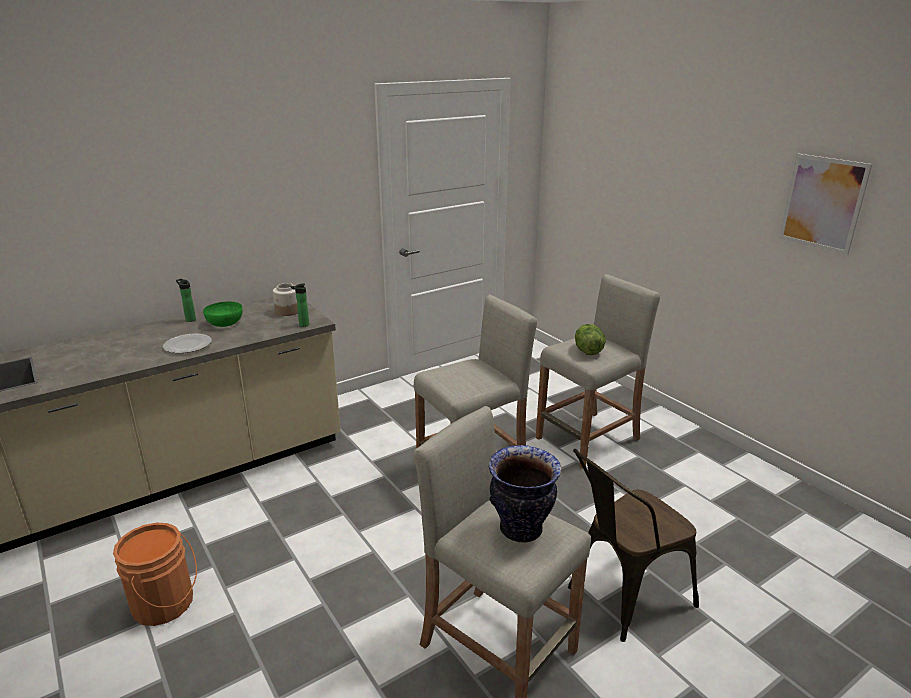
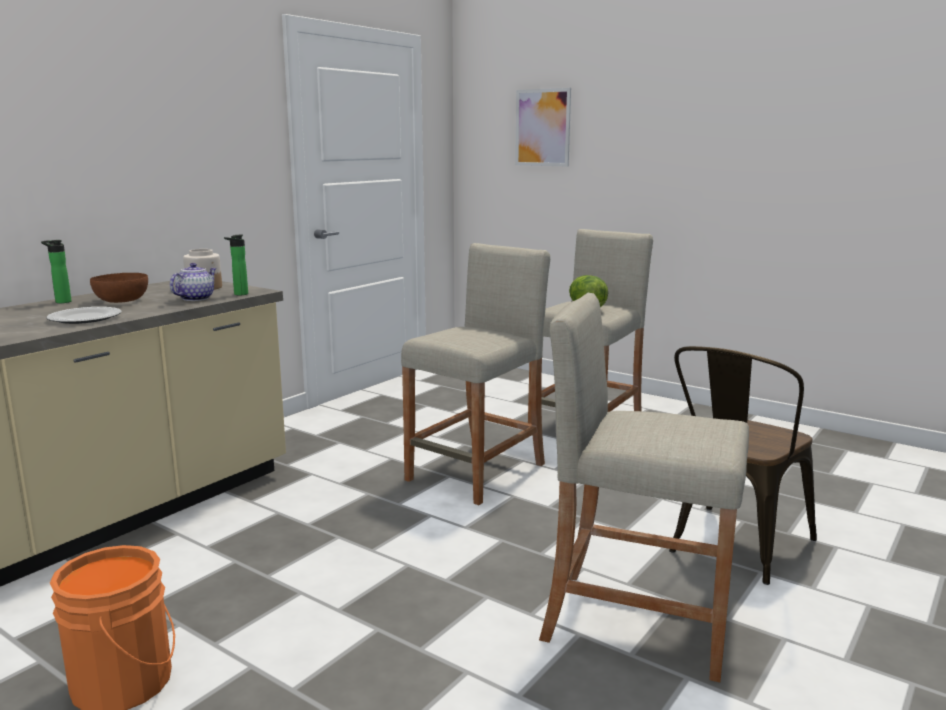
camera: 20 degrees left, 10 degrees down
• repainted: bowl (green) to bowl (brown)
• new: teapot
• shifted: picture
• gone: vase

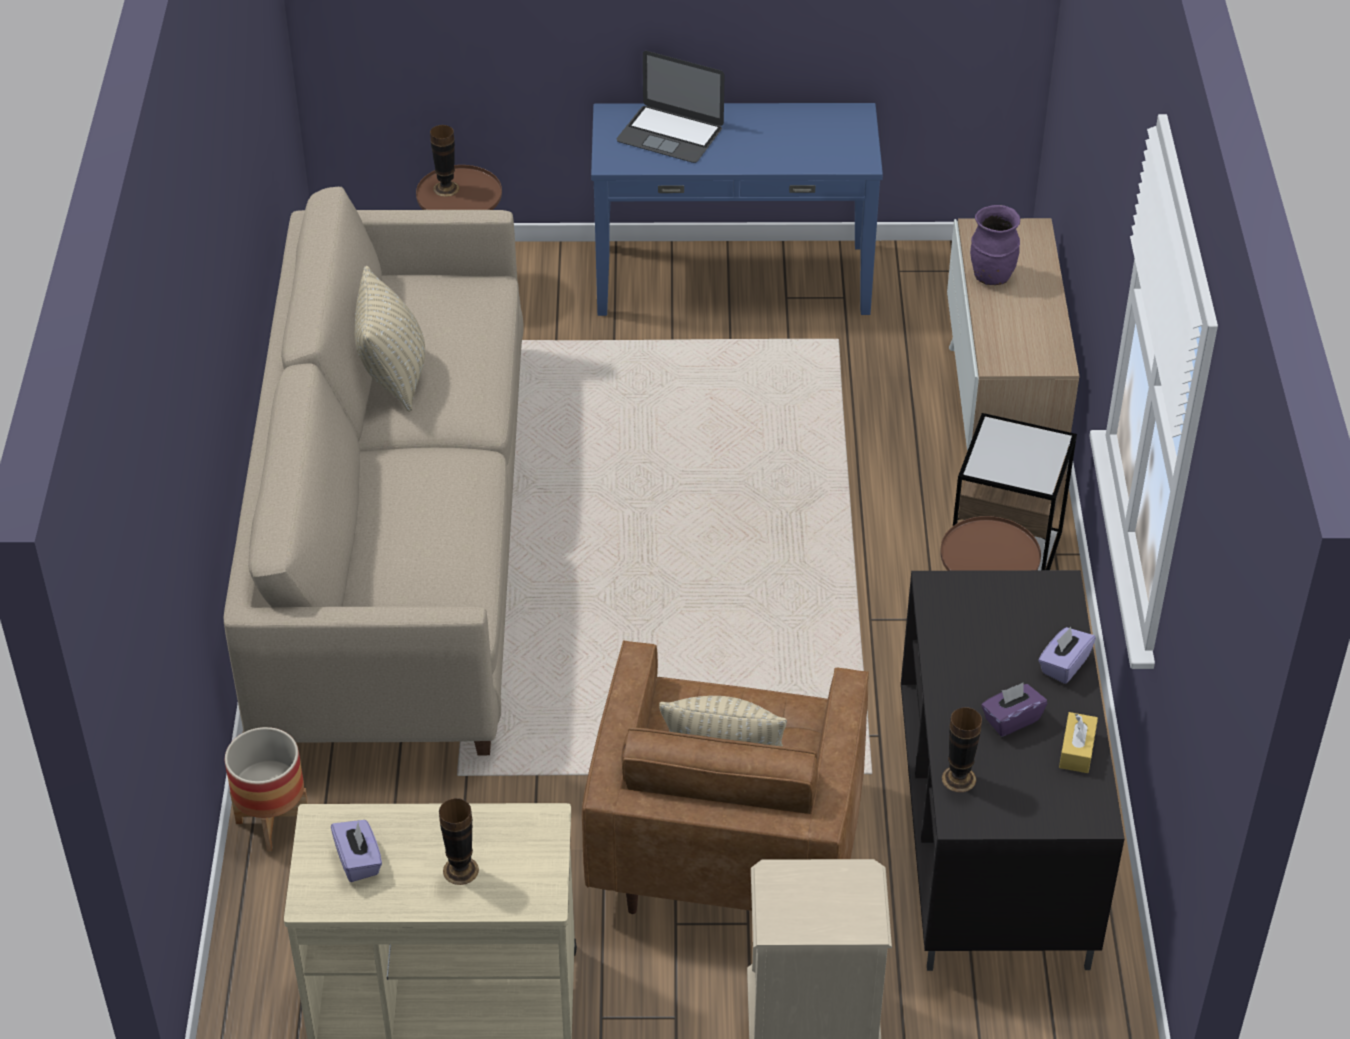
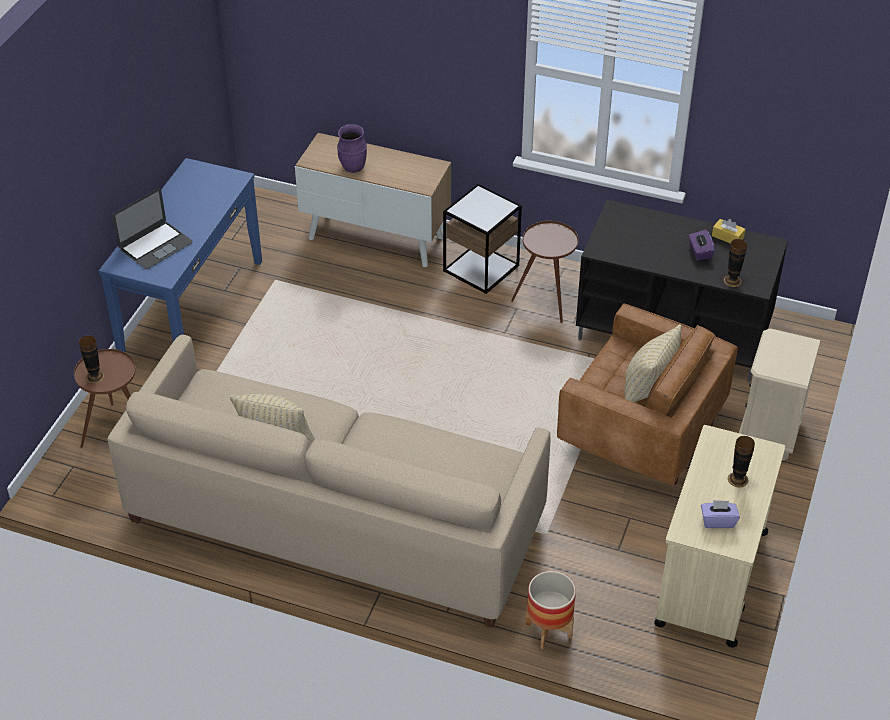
camera: 70 degrees left, 0 degrees up
• gone: tissue box (purple) (no. 3 from left)

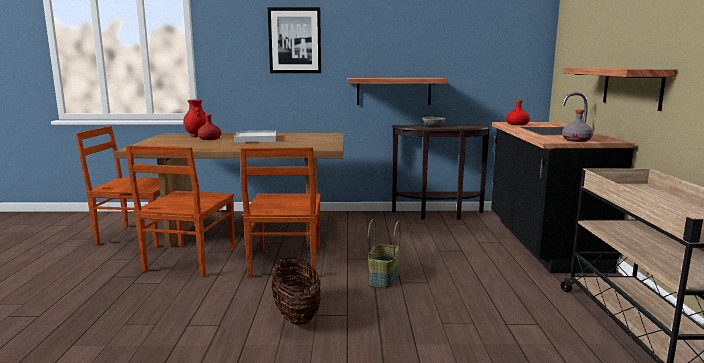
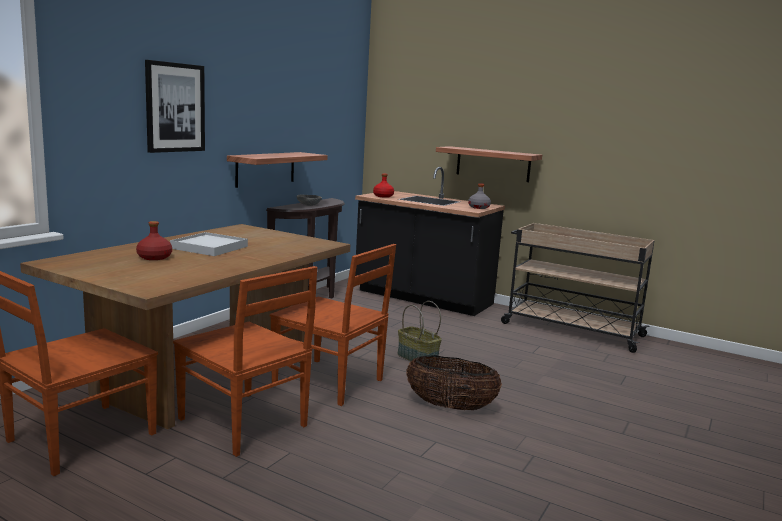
camera: 60 degrees left, 0 degrees up
• gone: vase (red)

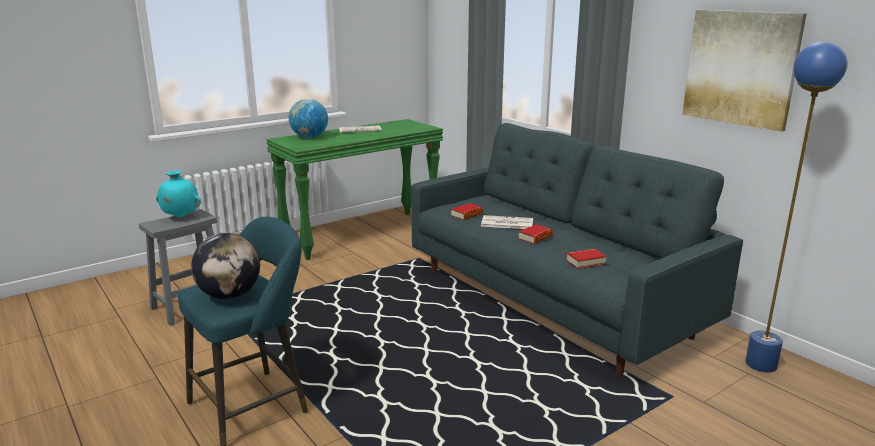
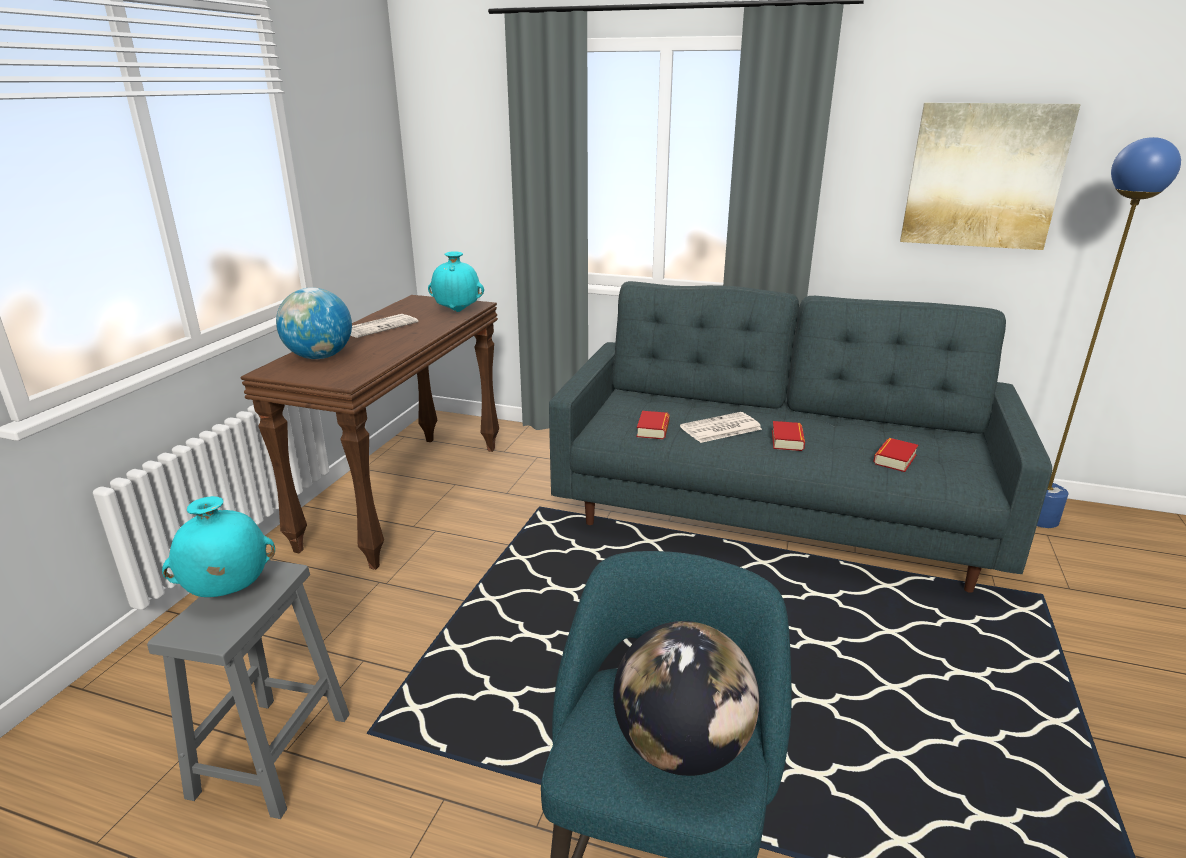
camera: 35 degrees left, 5 degrees up
• repainted: console table (green) to console table (brown)
• new: vase (turquoise) (no. 2 from left)

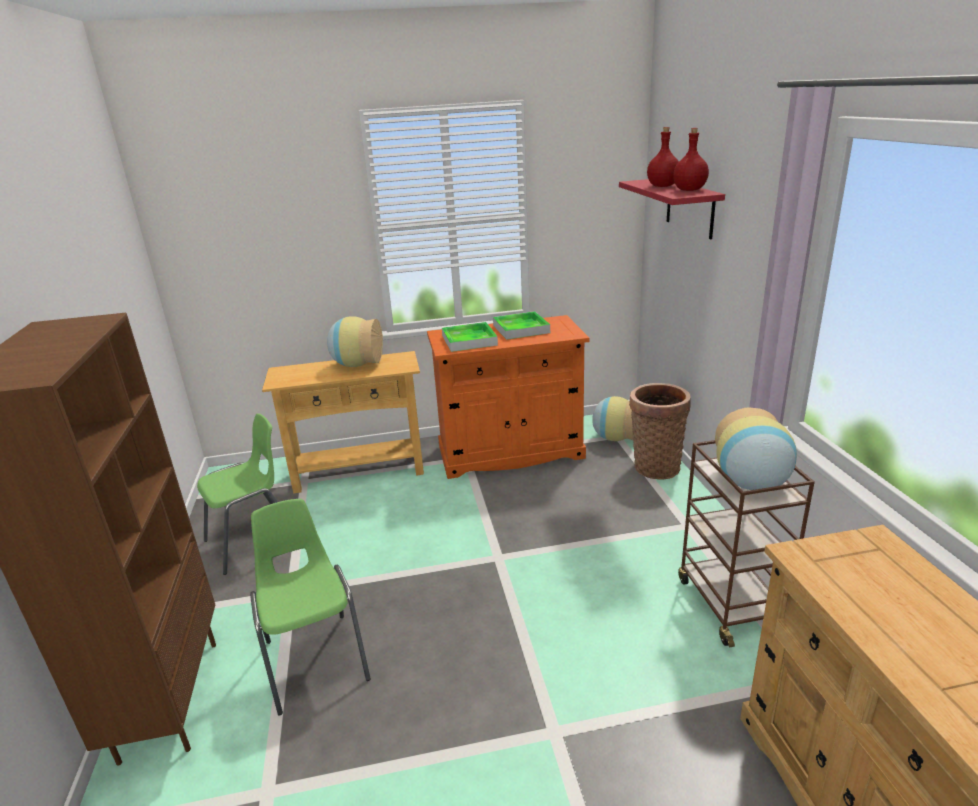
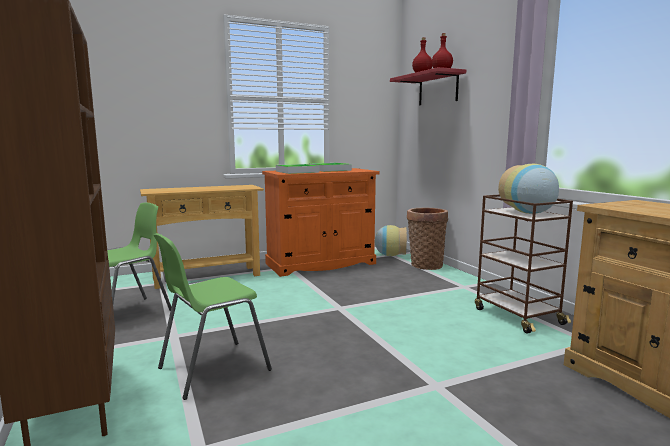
camera: 15 degrees left, 15 degrees down
• rotated: chair (green) (no. 2 from left) 90 degrees counterclockwise
• gone: vase (no. 1 from left)

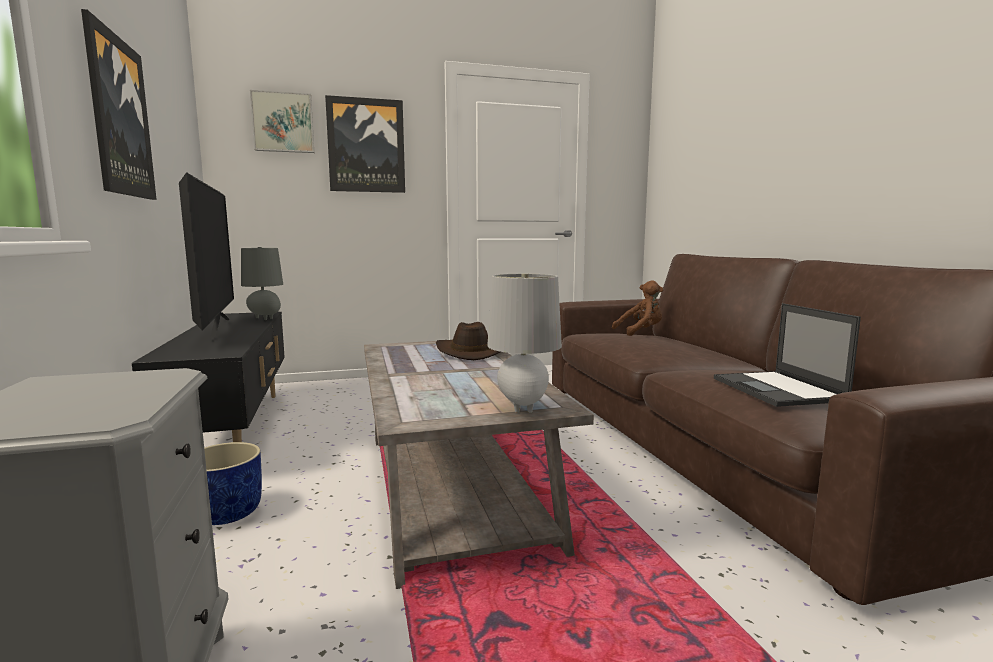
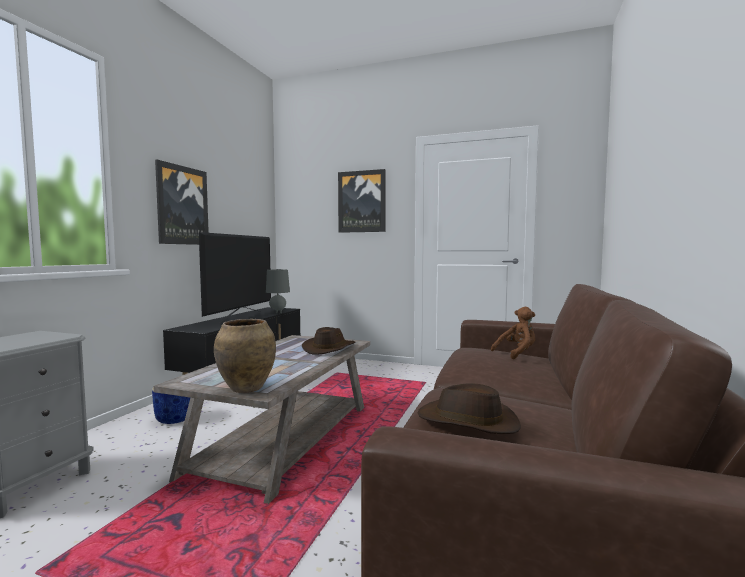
camera: 35 degrees right, 5 degrees down
• swapped: table lamp (grey) (no. 2 from left) to vase (brown)
• swapped: laptop to hat (brown) (no. 2 from left)
• rotated: plush toy (brown) 45 degrees counterclockwise
• gone: picture (no. 2 from left)

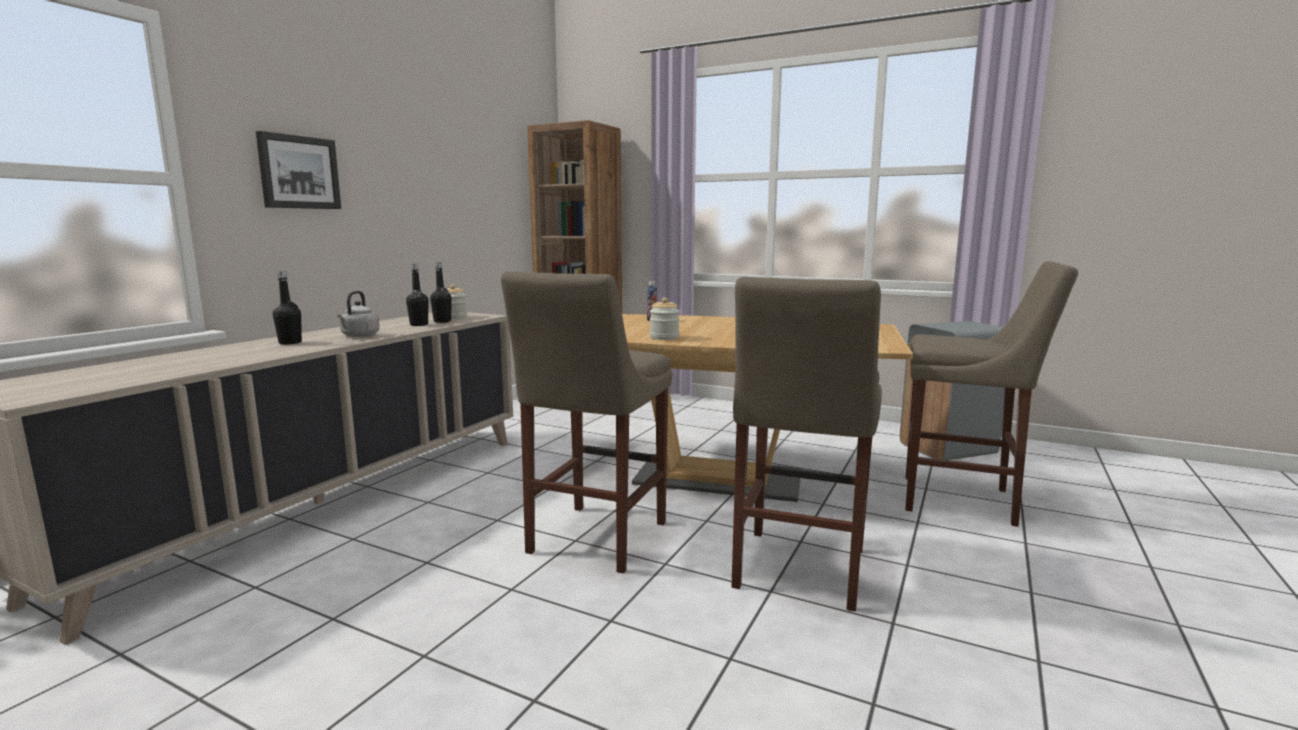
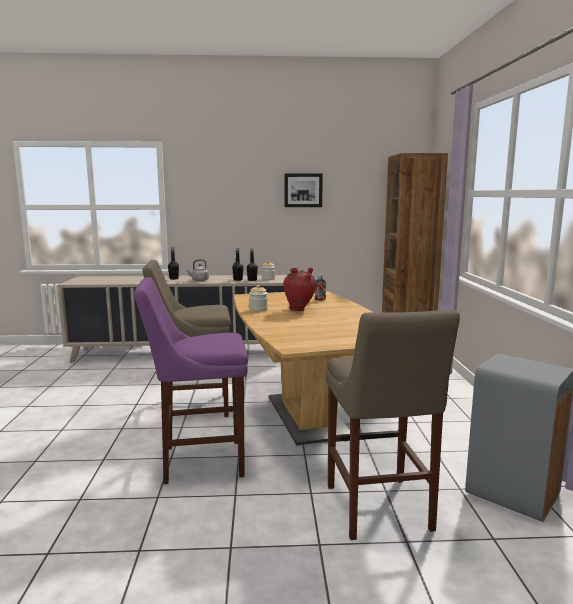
camera: 60 degrees right, 0 degrees up
• repainted: stool (beige) (no. 2 from left) to stool (purple)
• new: vase (red)
• shifted: picture

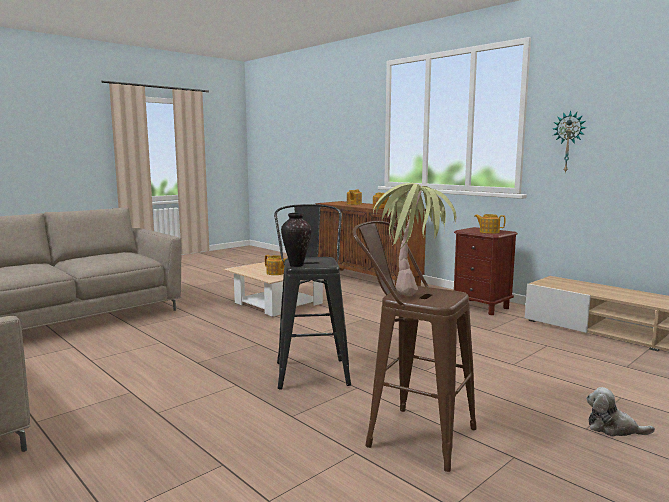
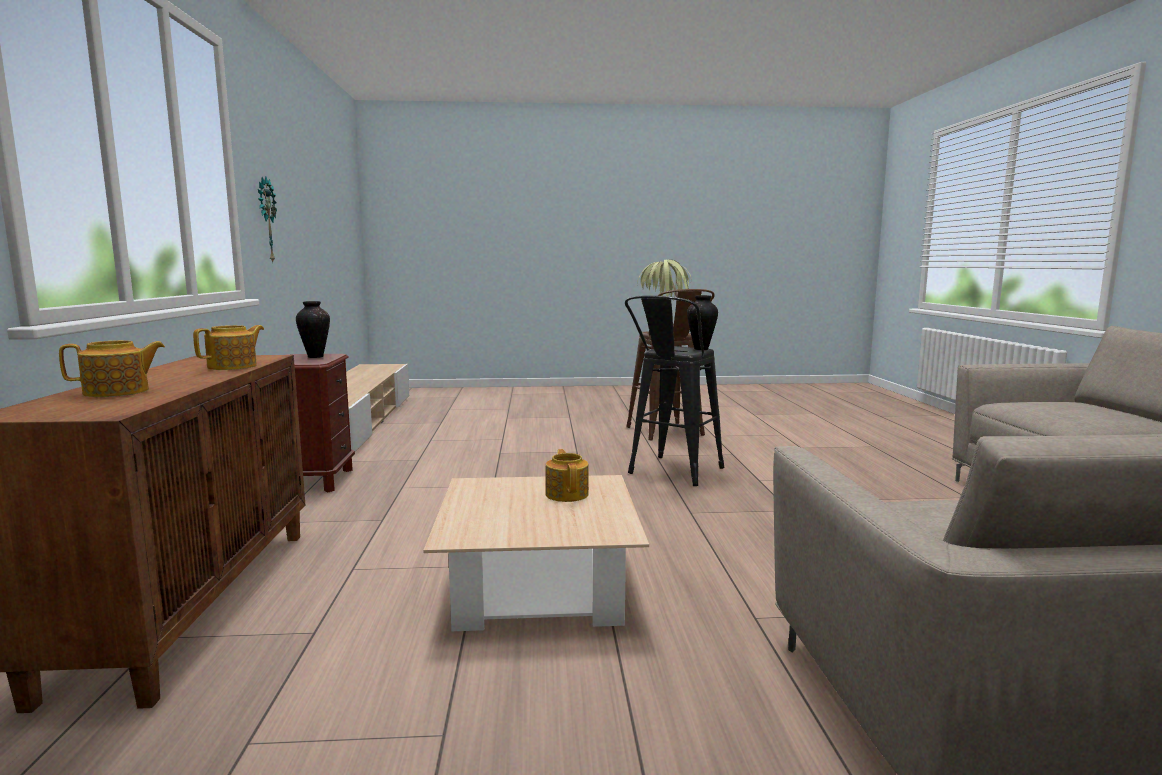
camera: 140 degrees left, 0 degrees up
• swapped: teapot (no. 4 from left) to vase (no. 1 from left)
• gone: plush toy

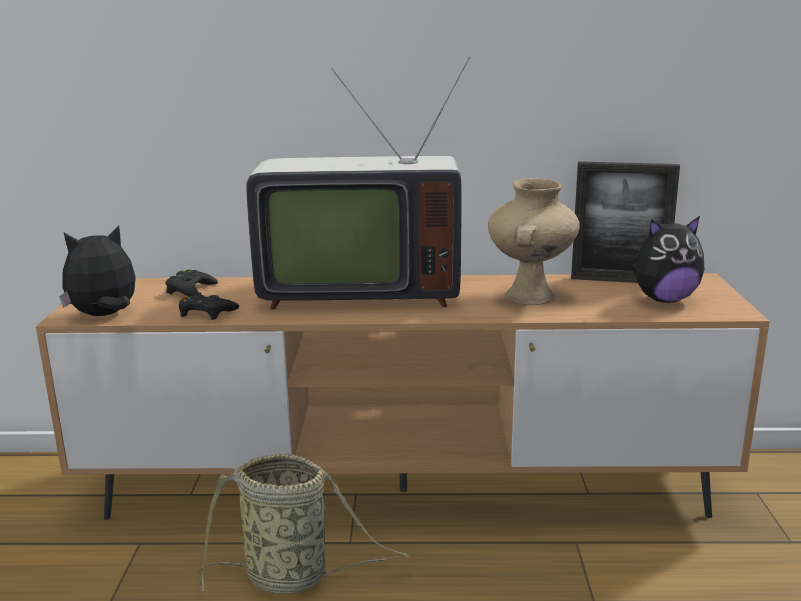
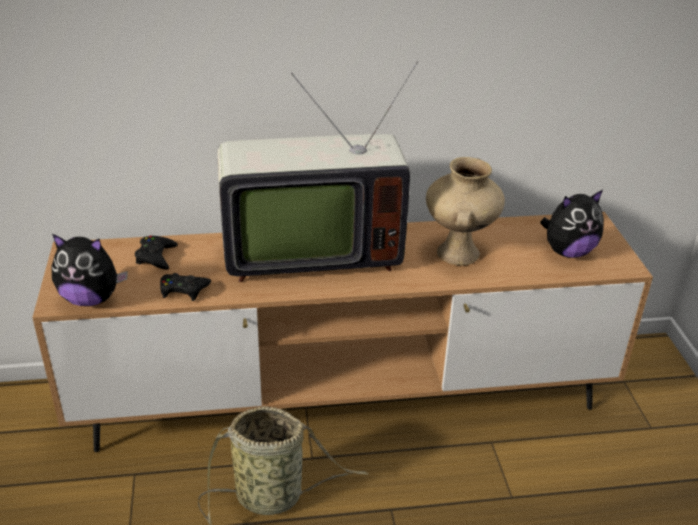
camera: 10 degrees left, 15 degrees up
• rotated: plush toy (no. 1 from left) 135 degrees counterclockwise
• gone: picture frame

